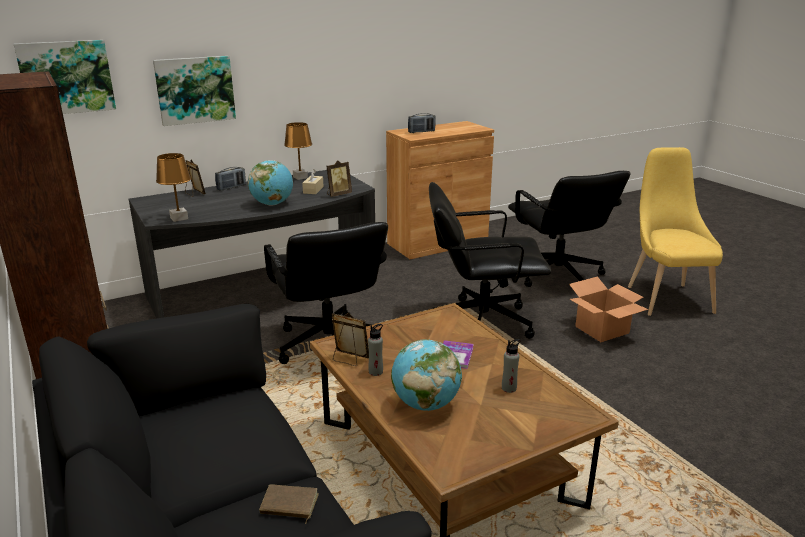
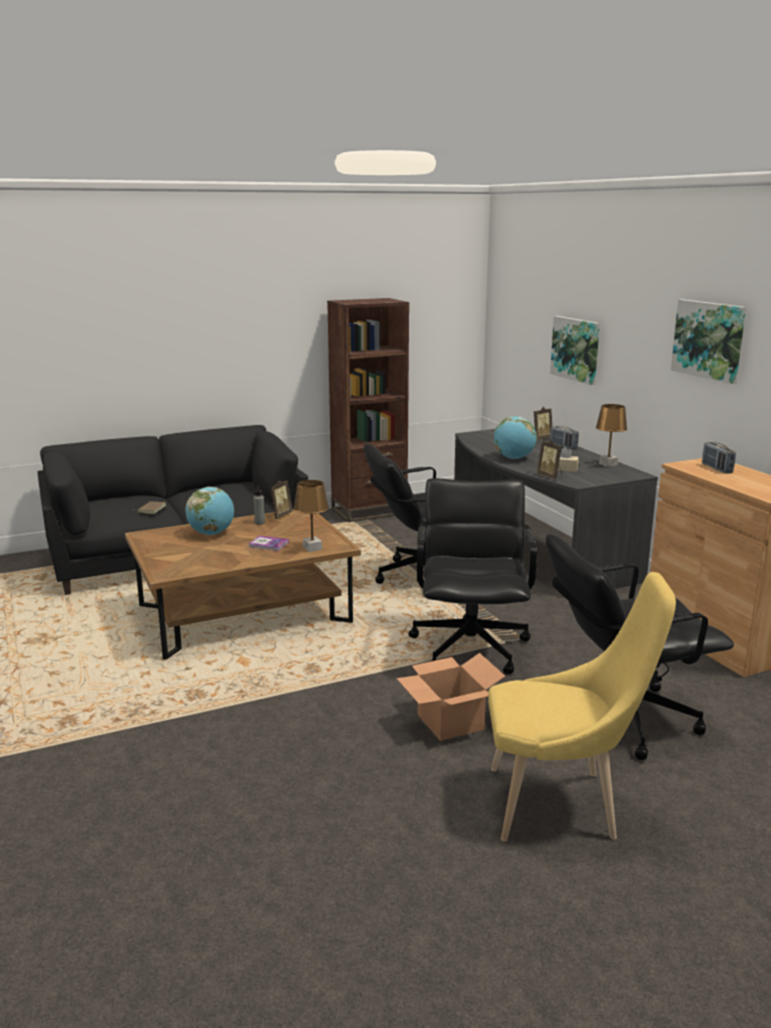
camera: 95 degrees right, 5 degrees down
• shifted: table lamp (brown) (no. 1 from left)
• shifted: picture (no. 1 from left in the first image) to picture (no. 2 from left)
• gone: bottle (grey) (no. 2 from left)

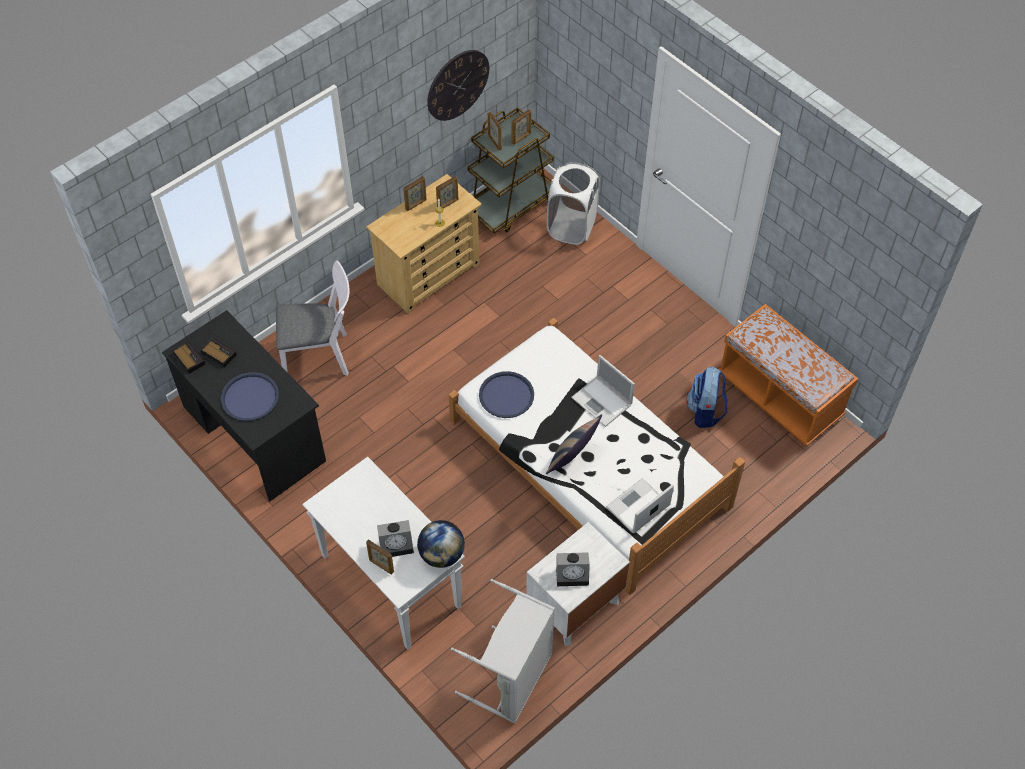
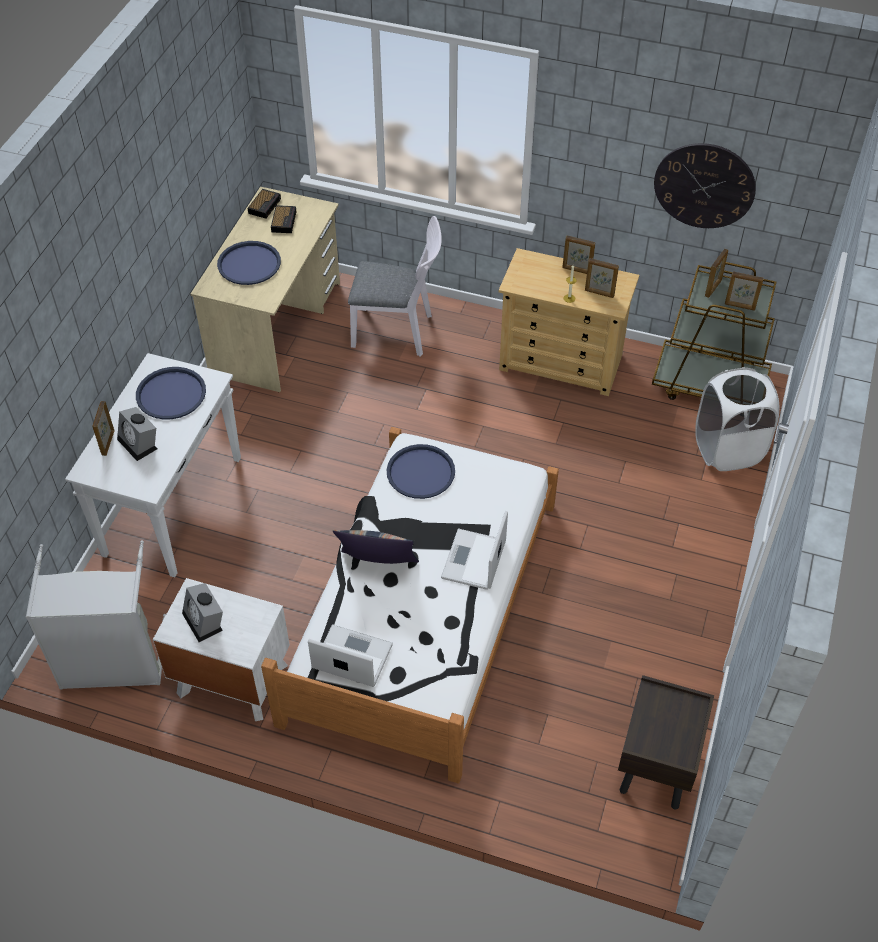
camera: 60 degrees right, 5 degrees down
• new: tray (blue) (no. 1 from left)
• repainted: desk (black) to desk (beige)
• rotated: chair (white) 45 degrees counterclockwise
• swapped: bench (orange) to nightstand (brown)
• gone: globe
• gone: backpack

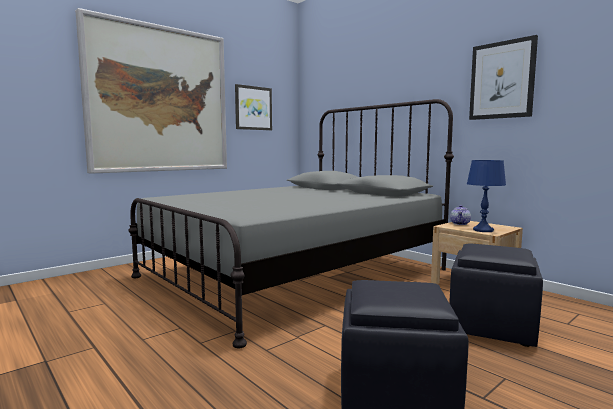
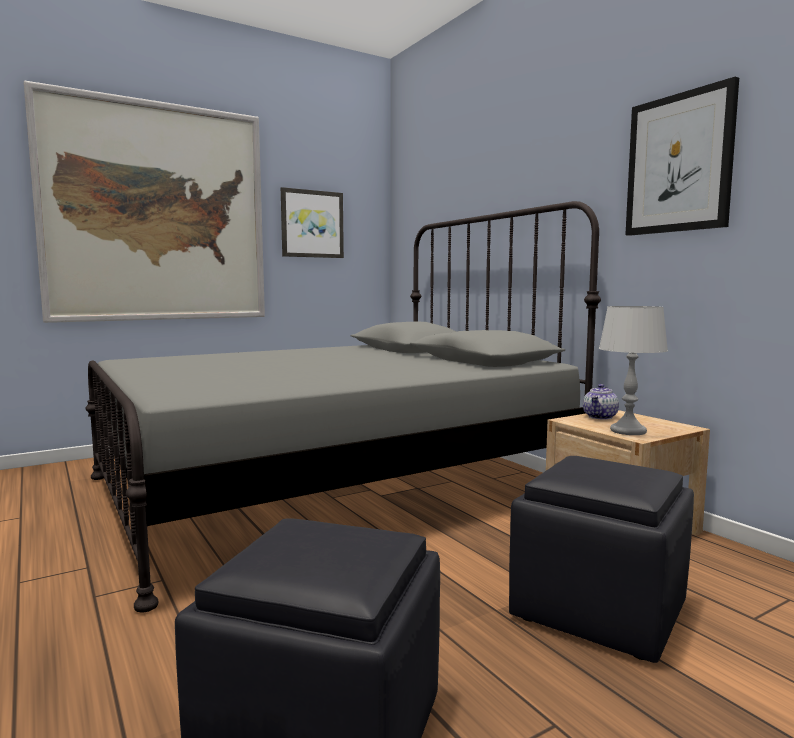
camera: 10 degrees right, 0 degrees up
• repainted: table lamp (blue) to table lamp (grey)

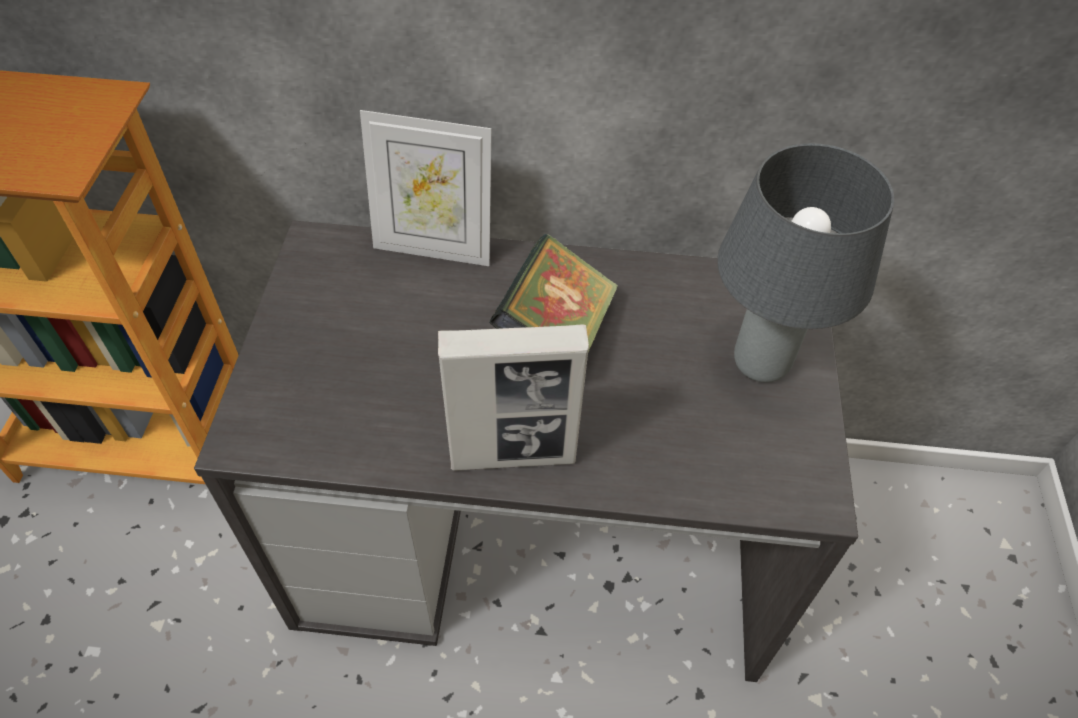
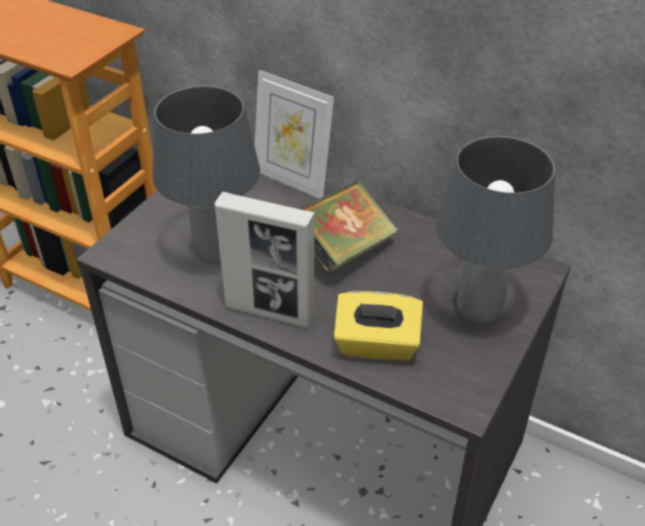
camera: 25 degrees right, 10 degrees down
• new: table lamp (grey) (no. 1 from left)
• new: tissue box (yellow)

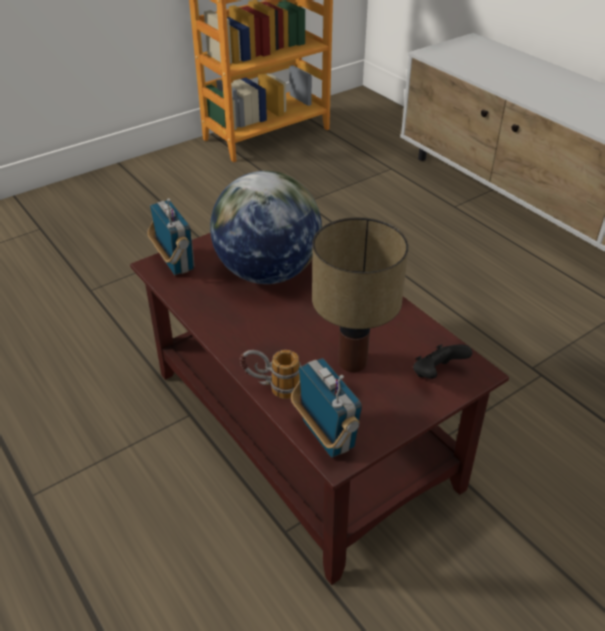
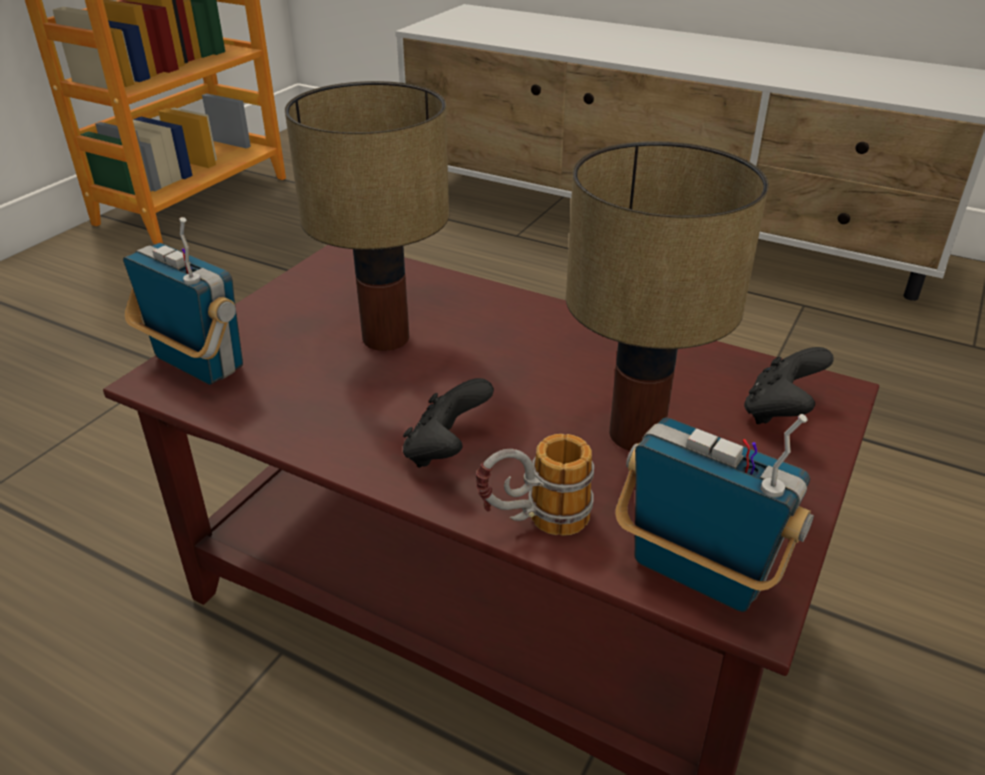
camera: 25 degrees left, 5 degrees down
• swapped: globe to table lamp (no. 1 from left)
• new: game controller (black) (no. 1 from left)

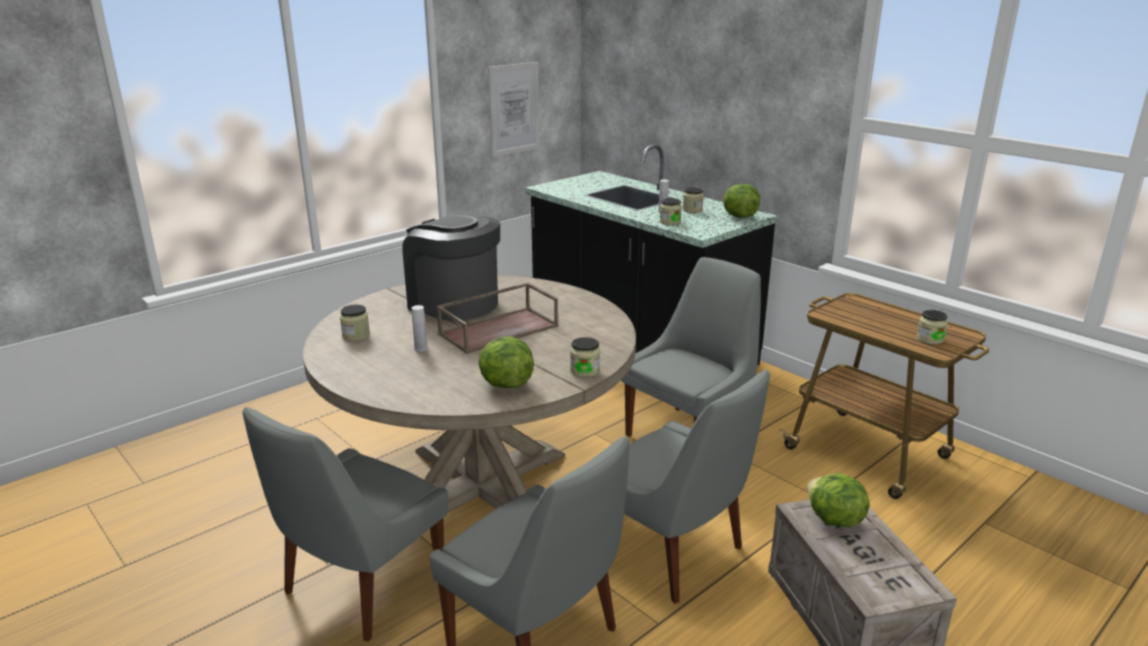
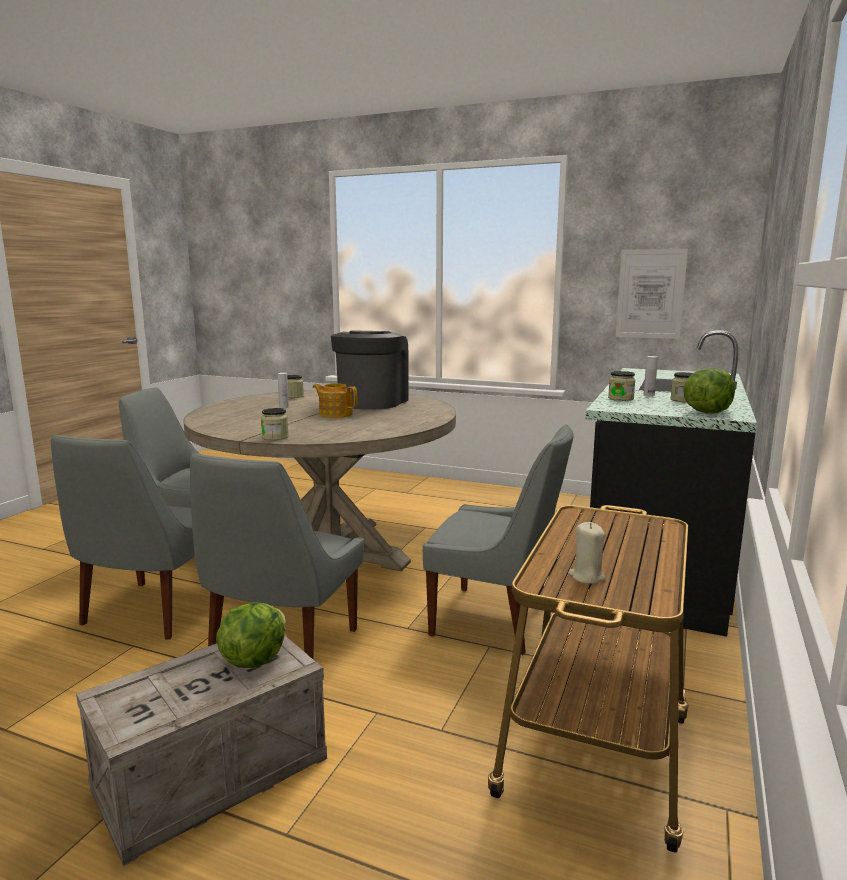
camera: 65 degrees right, 10 degrees down
• swapped: tray (brown) to teapot
• swapped: jar (no. 5 from left) to candle (beige)
• gone: lettuce (no. 1 from left)

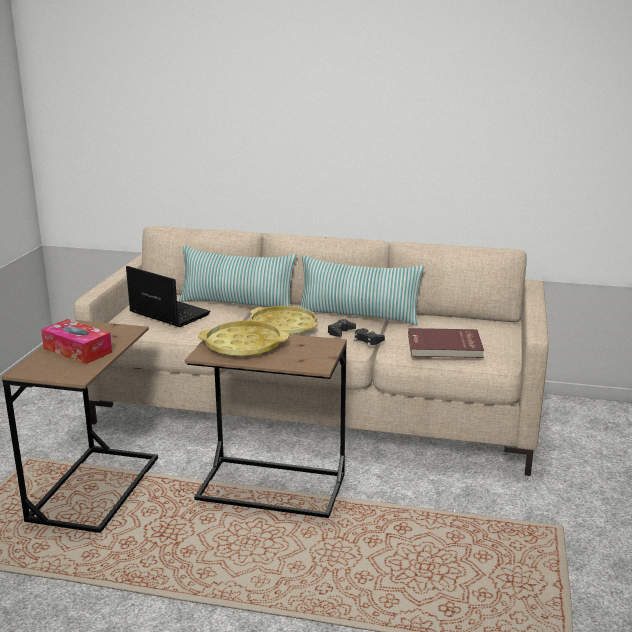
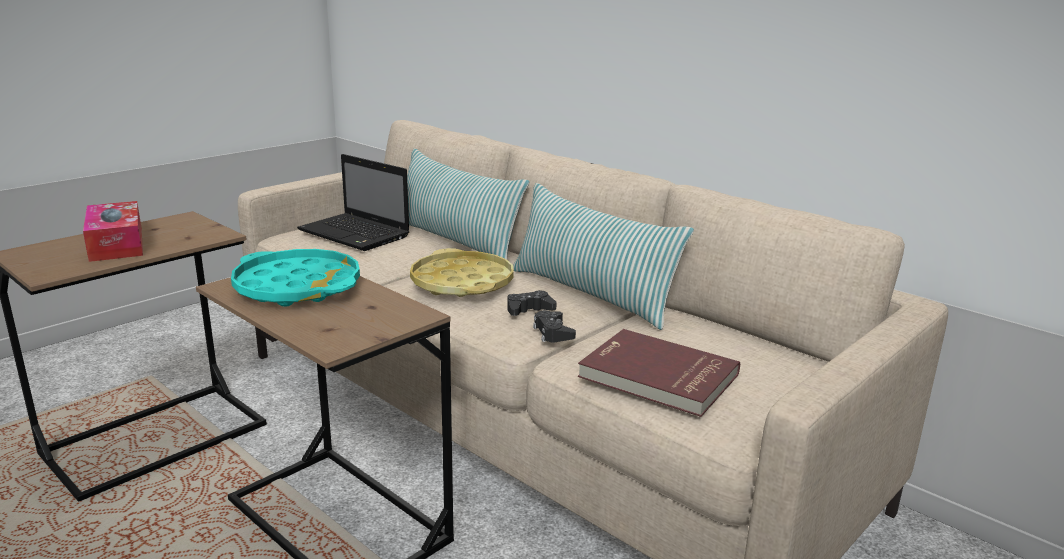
camera: 30 degrees right, 0 degrees up
• repainted: tray (yellow) (no. 1 from left) to tray (turquoise)
• rotated: laptop 150 degrees clockwise

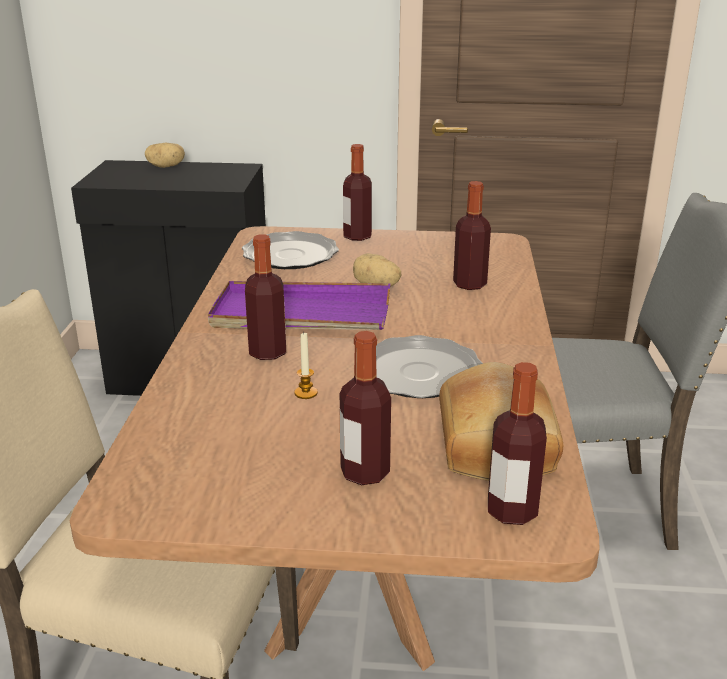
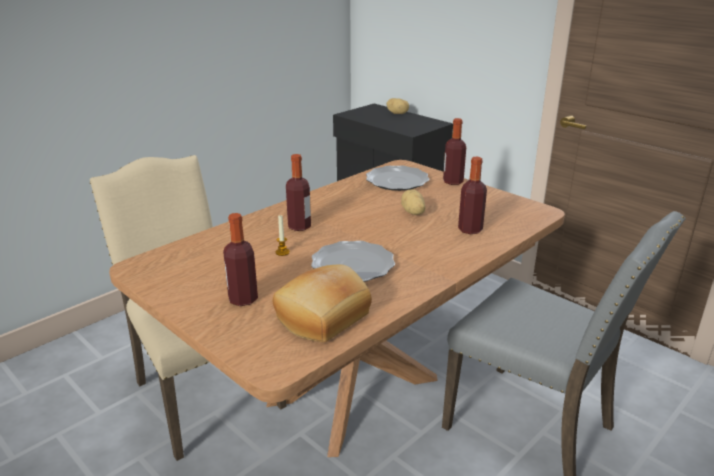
camera: 40 degrees right, 0 degrees up
• gone: tray (purple)
• gone: bottle (no. 5 from left)

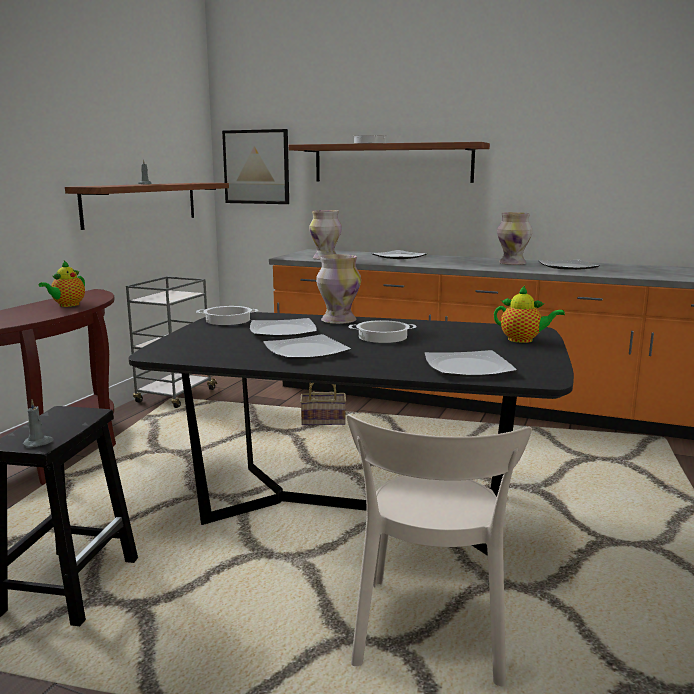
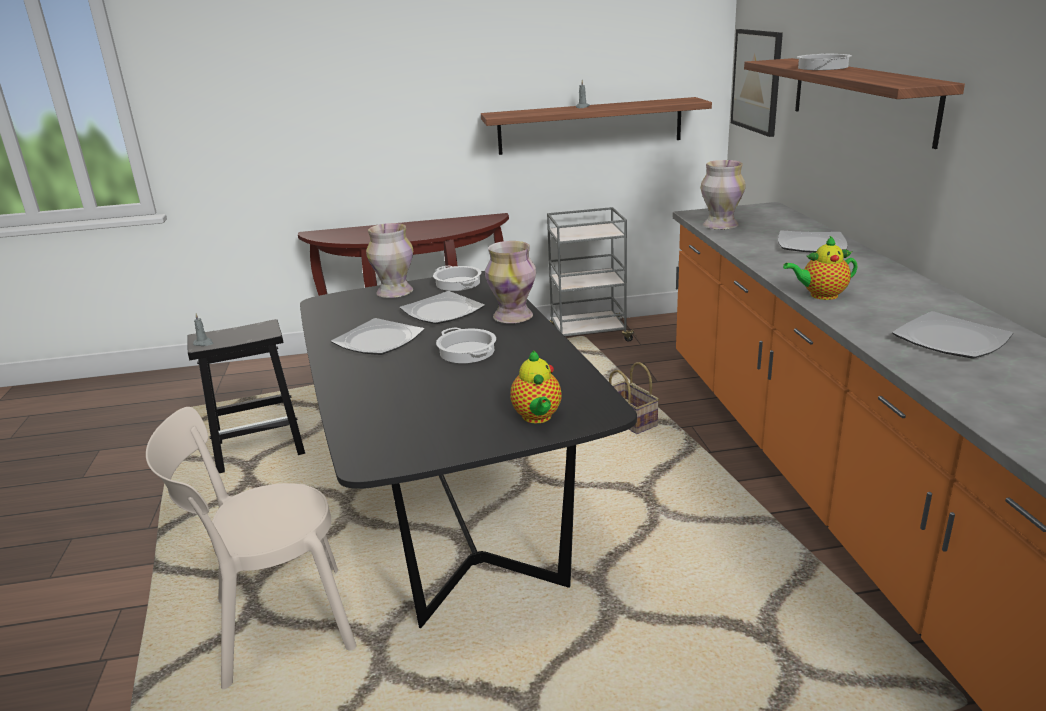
camera: 60 degrees right, 10 degrees up
• shifted: vase (no. 3 from left in the first image) to vase (no. 1 from left)
• shifted: teapot (no. 1 from left in the first image) to teapot (no. 2 from left)
• gone: plate (no. 4 from left)

